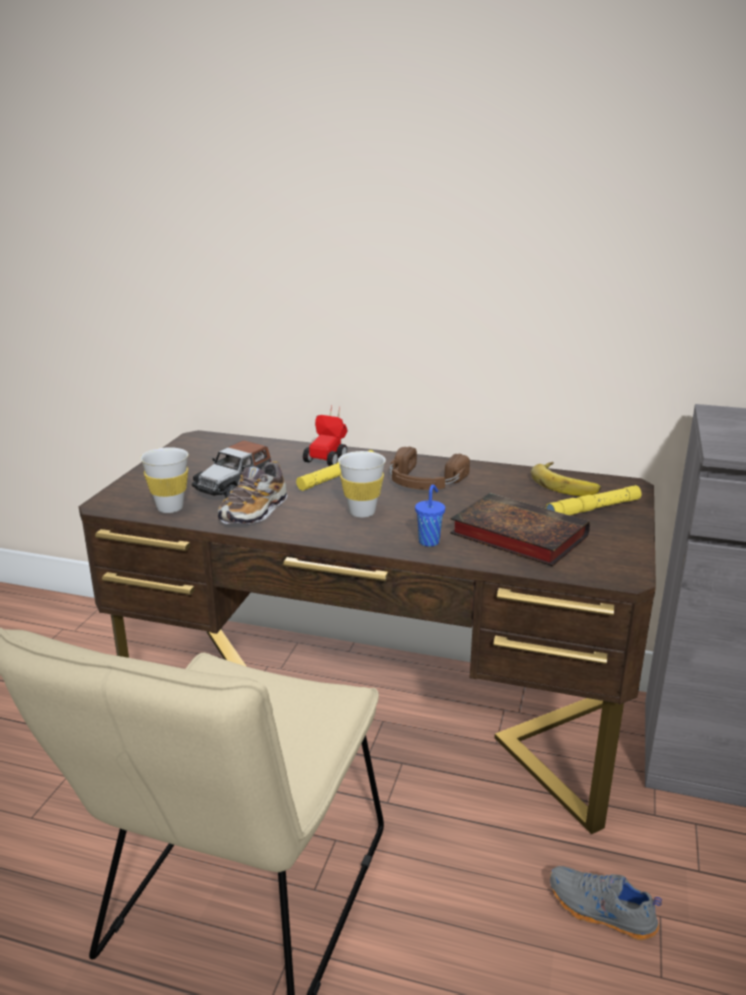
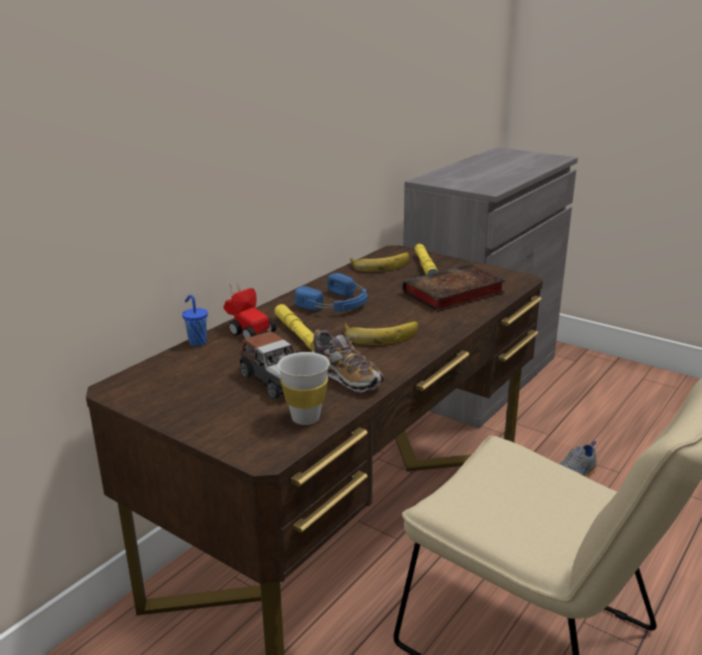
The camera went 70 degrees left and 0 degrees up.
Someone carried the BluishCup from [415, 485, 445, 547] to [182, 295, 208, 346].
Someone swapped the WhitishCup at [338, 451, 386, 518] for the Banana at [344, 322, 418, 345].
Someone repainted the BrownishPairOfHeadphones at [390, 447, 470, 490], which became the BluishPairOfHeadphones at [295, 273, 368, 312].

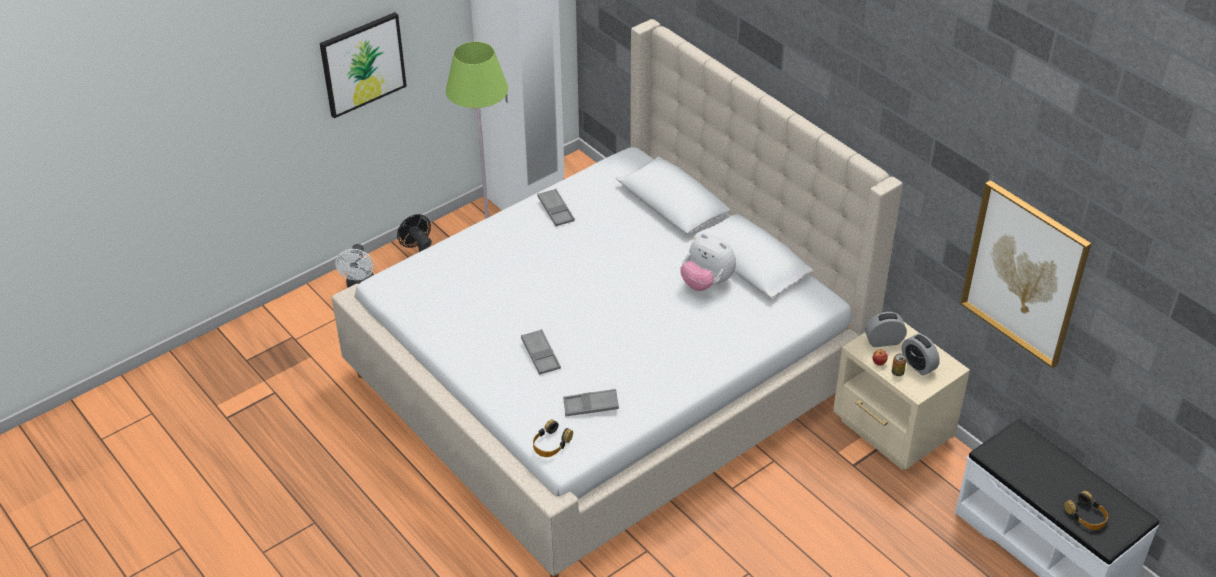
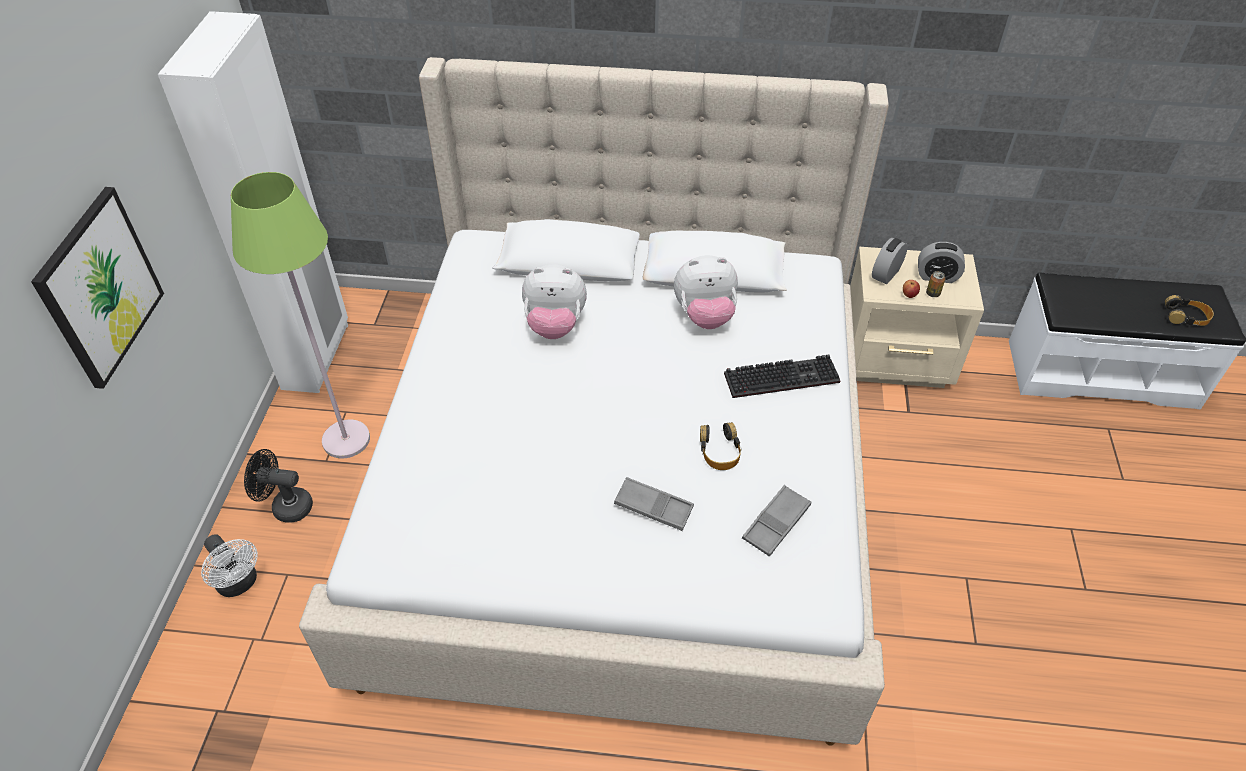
The camera went 45 degrees left and 5 degrees up.
Someone took away the GreyishCarryingTray at [537, 189, 575, 226].
Someone took away the Picture at [960, 180, 1091, 368].
Someone put down the CuddlyToy at [522, 265, 587, 339].
Someone put down the PcKeyboard at [724, 354, 840, 398].
Someone carried the PairOfHeadphones from [533, 419, 573, 457] to [700, 422, 741, 470].

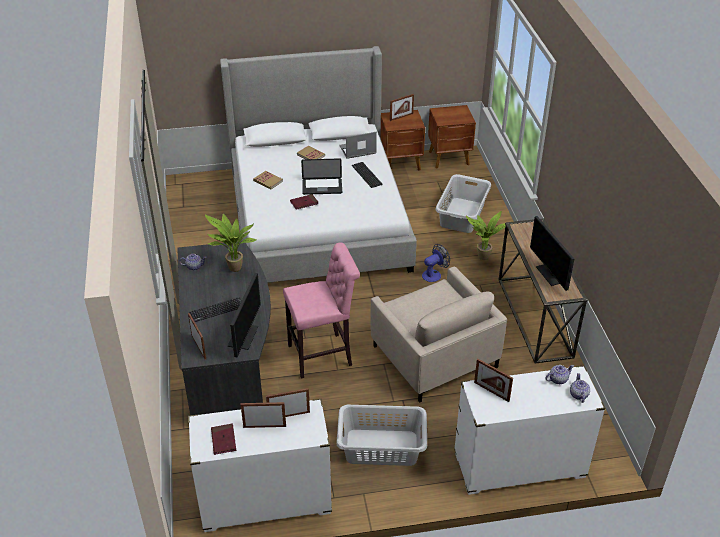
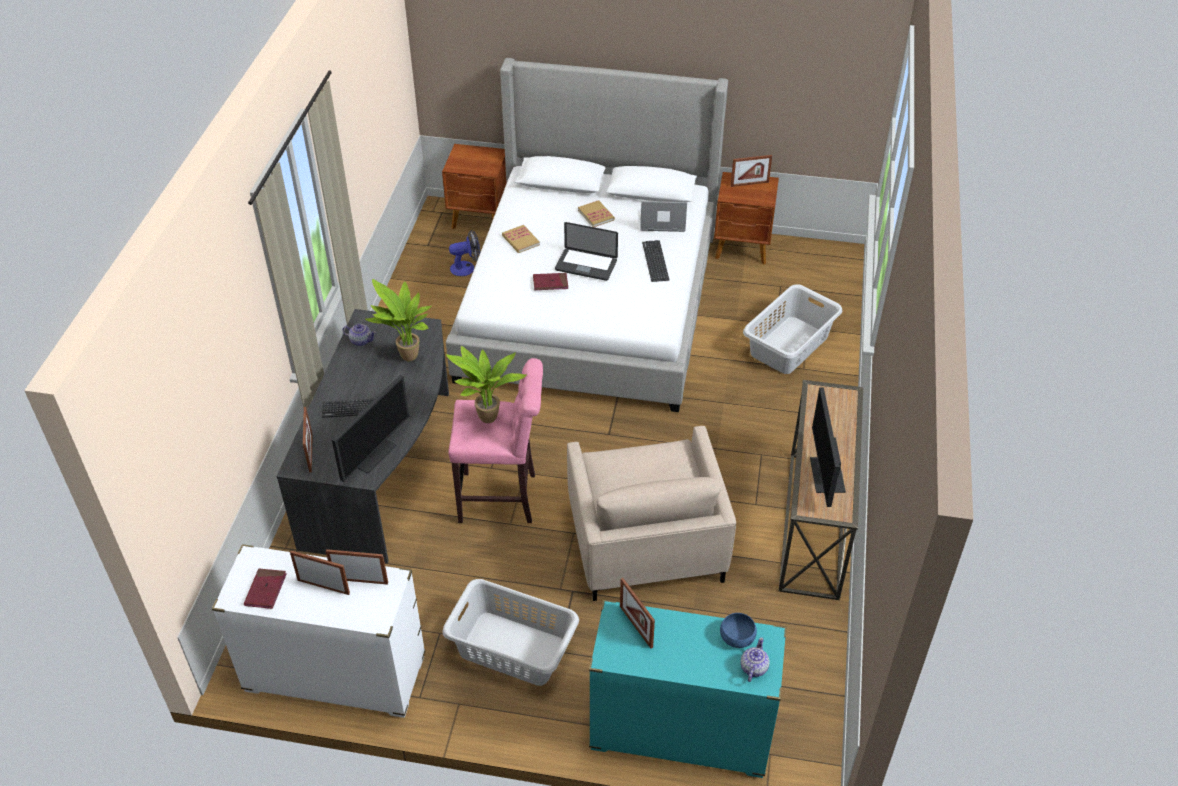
The camera went 20 degrees right and 5 degrees up.
Someone carried the ElectricFan from [422, 244, 450, 282] to [449, 230, 480, 276].
Someone carried the BrownishNightstand from [428, 105, 476, 168] to [442, 144, 507, 229].
Someone carried the PlantInAPot from [466, 211, 506, 260] to [446, 346, 527, 423].
Someone swapped the Teapot at [546, 365, 574, 384] for the BluishDeepDish at [720, 613, 757, 648].
Someone repainted the WhitishDresser at [454, 365, 605, 495], which became the TurquoiseDresser at [589, 599, 787, 778].

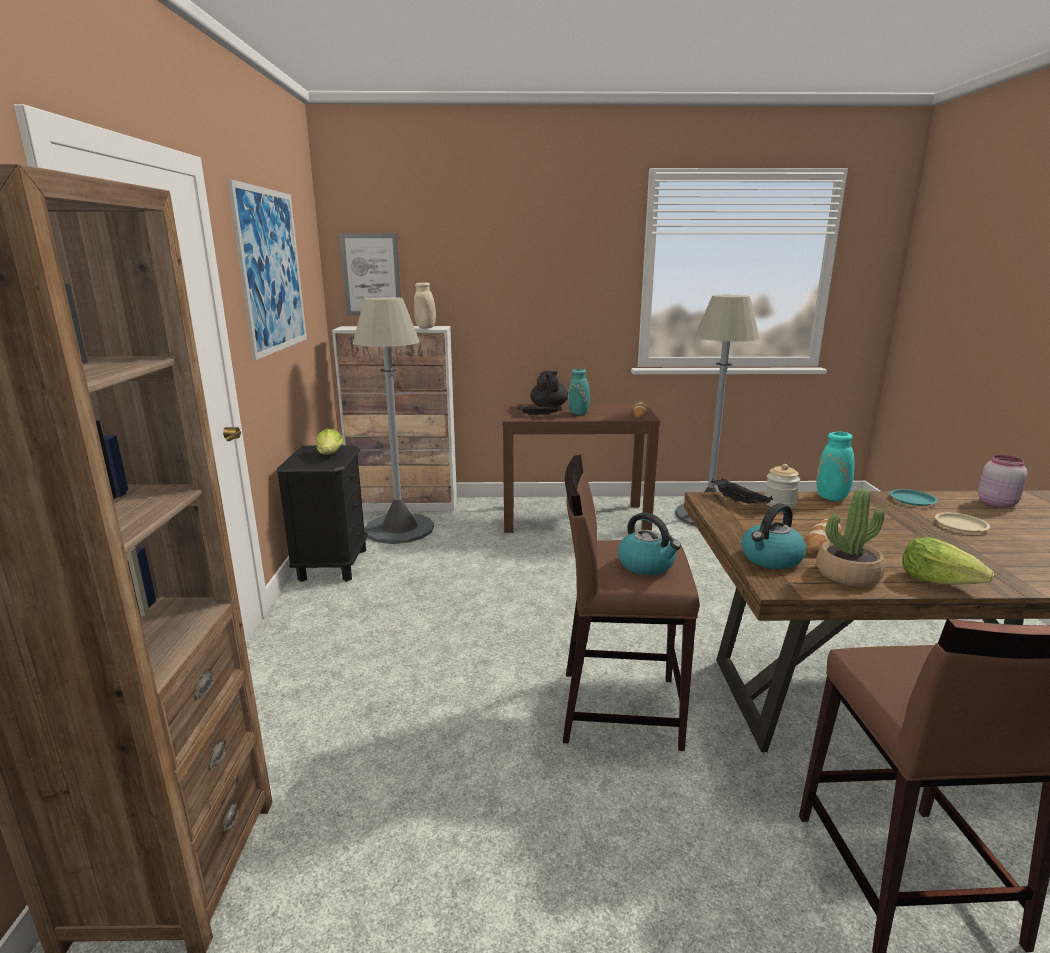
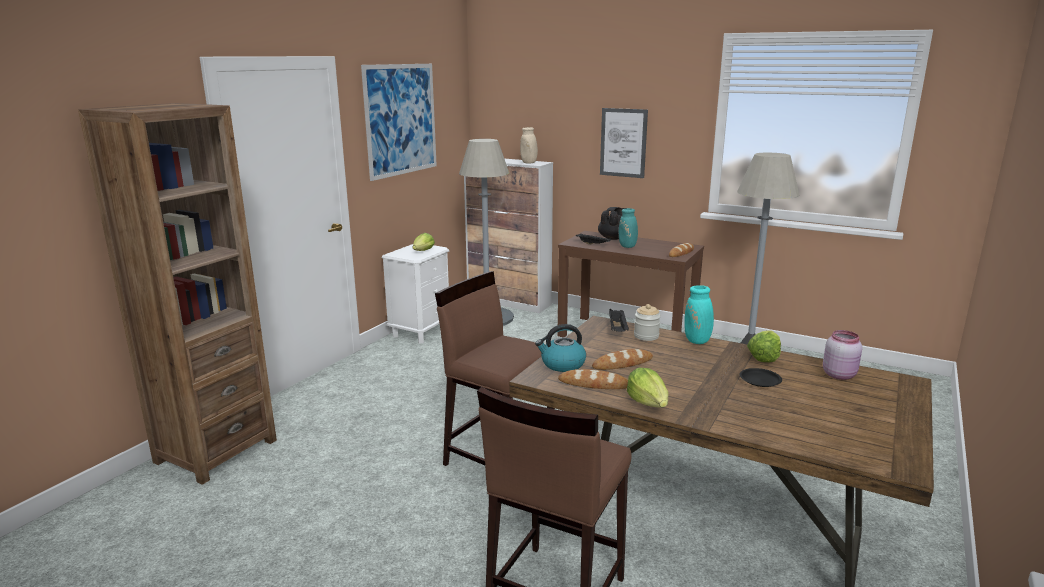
The camera went 30 degrees right and 0 degrees up.
Someone took away the TeaKettle at [618, 512, 681, 575].
Someone carried the Picture from [340, 234, 401, 316] to [600, 108, 648, 178].
Someone swapped the PlantInAPot at [816, 489, 885, 587] for the BakeryBread at [558, 369, 628, 389].
Someone swapped the TurquoisePlate at [889, 489, 938, 506] for the LettuceHead at [747, 330, 781, 362].
Someone repainted the BlackishNightstand at [277, 445, 368, 582], which became the WhitishNightstand at [382, 244, 449, 344].
Someone repainted the BeigePlate at [935, 513, 990, 532], which became the BlackishPlate at [740, 368, 782, 387].

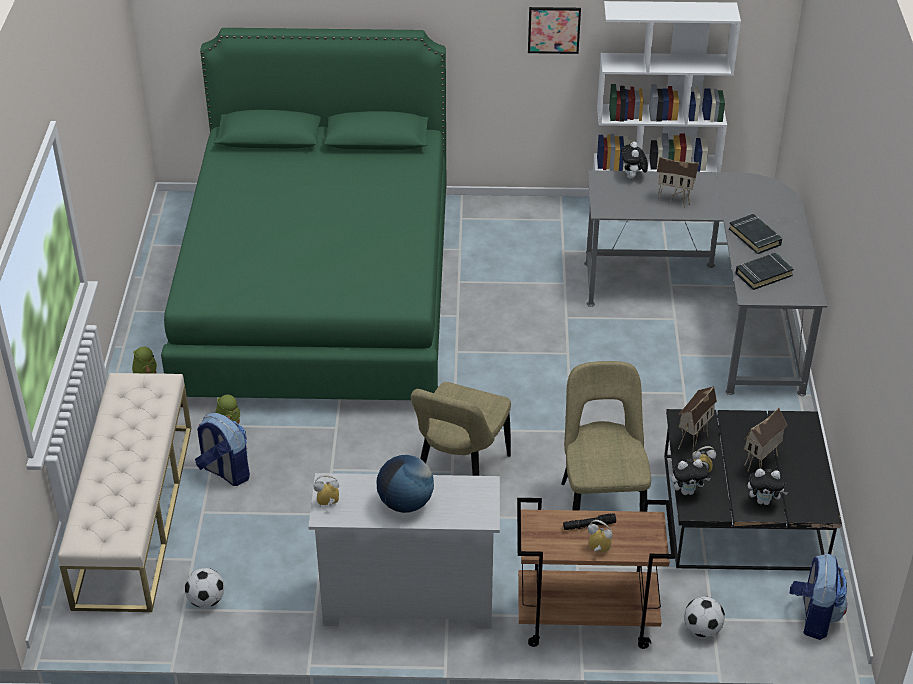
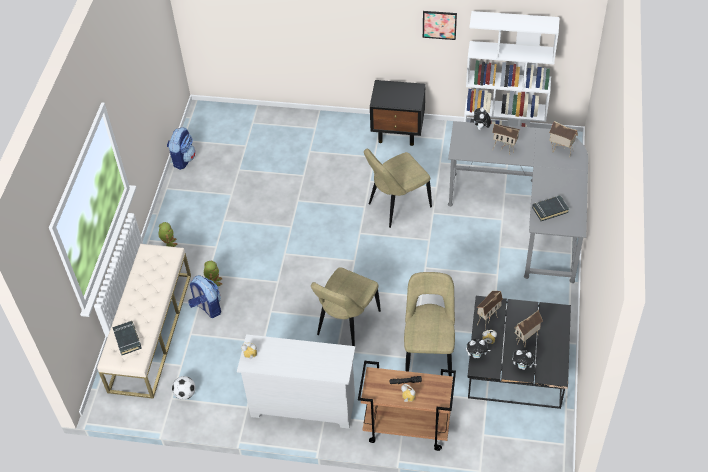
The camera went 10 degrees right and 10 degrees up.
Someone took away the GreenSleepingBed at [161, 28, 446, 407].
Someone took away the Globe at [377, 455, 434, 513].
Someone took away the Football at [684, 596, 725, 637].
Someone put down the BeigeUprightChair at [364, 149, 432, 228].
Someone put down the BlackishNightstand at [370, 80, 426, 146].
Someone put down the ModelHouse at [549, 121, 578, 154].
Someone carried the BlackishVolume from [729, 214, 782, 254] to [112, 321, 142, 355].
Someone carried the Backpack from [789, 553, 847, 640] to [167, 127, 196, 170].

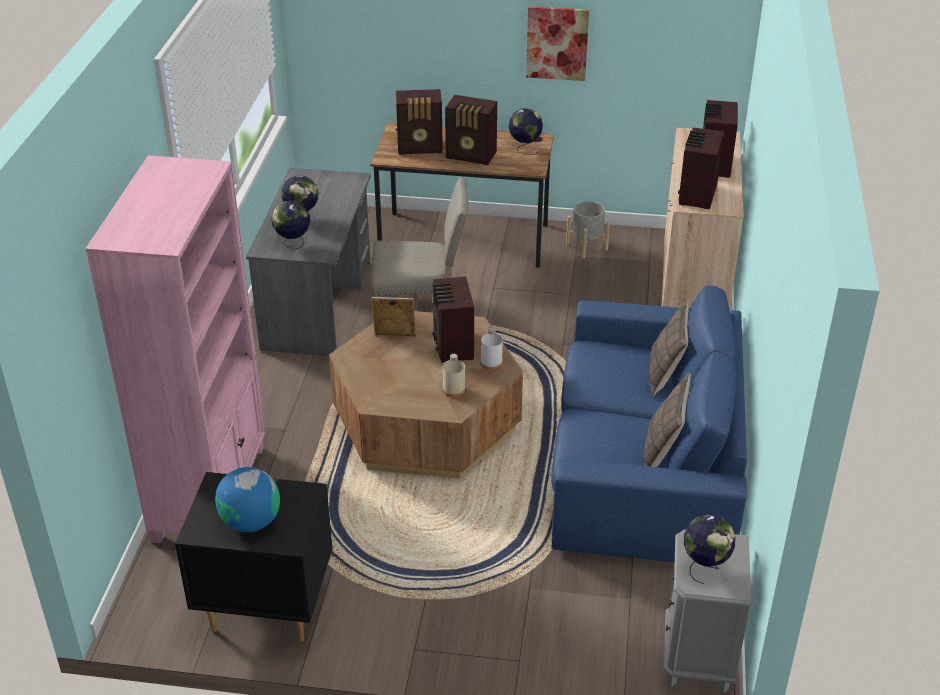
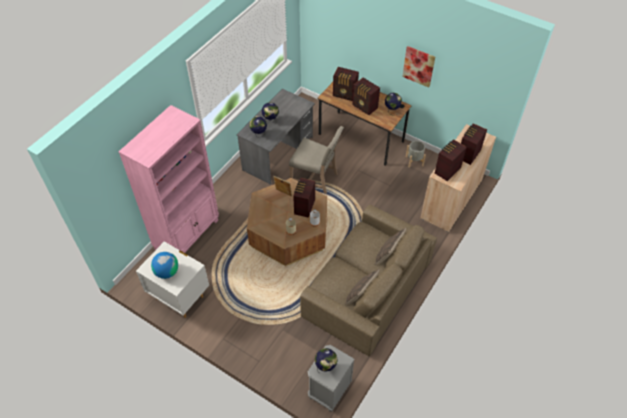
The camera went 25 degrees right and 15 degrees up.
Someone repainted the BlackishNightstand at [175, 472, 332, 642], which became the WhitishNightstand at [136, 241, 209, 318].
Someone repainted the BluishSofa at [551, 285, 747, 562], which became the BrownishSofa at [300, 204, 437, 357].

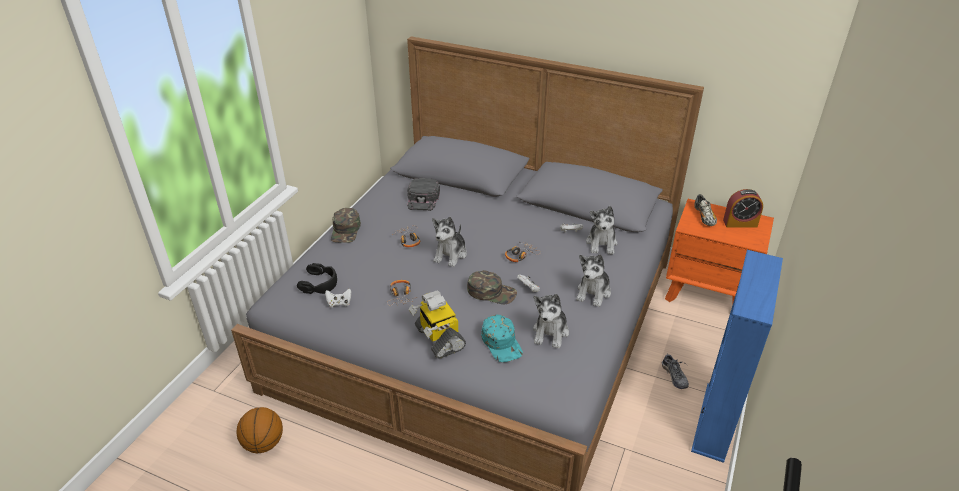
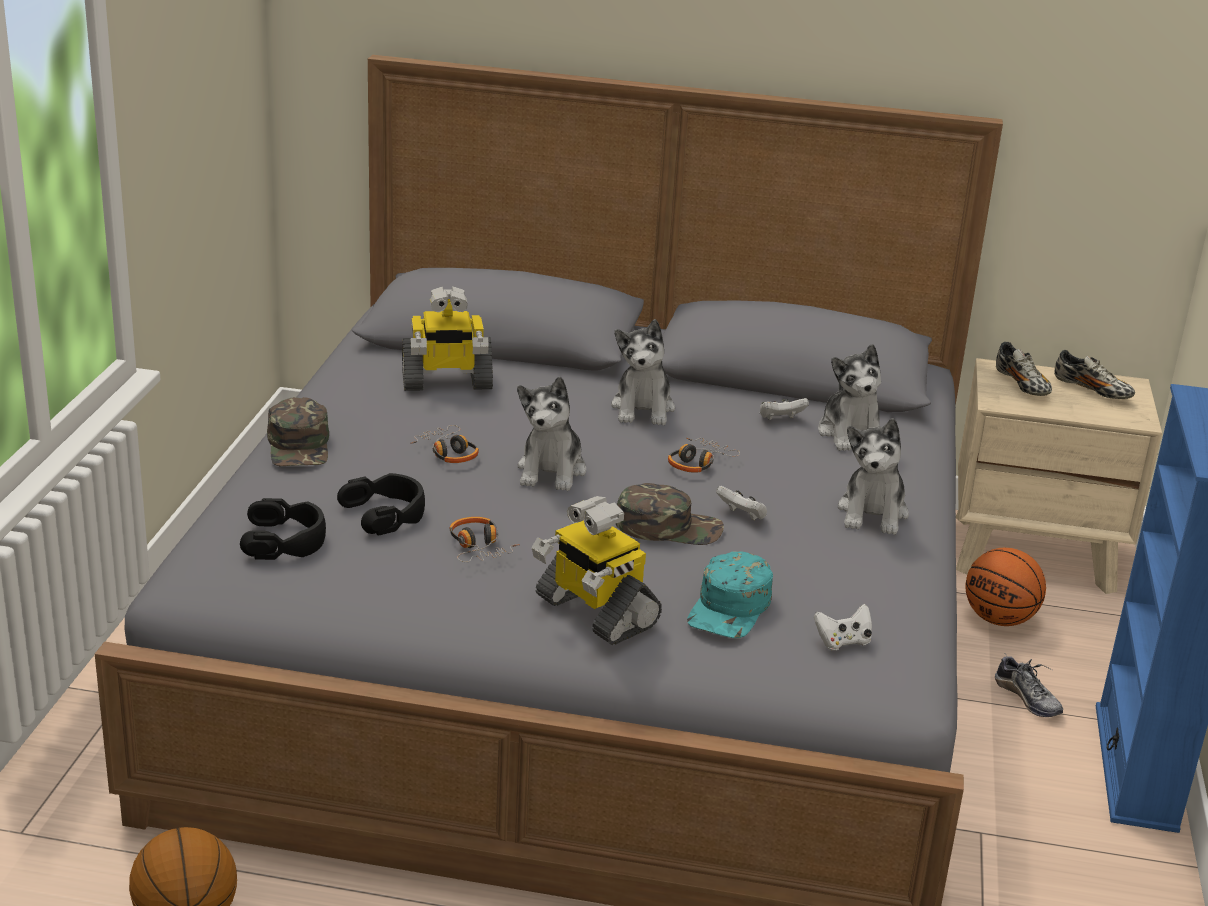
The camera went 15 degrees left and 10 degrees down.
Someone put down the BlackishPairOfHeadphones at [337, 473, 425, 535].
Someone put down the BasketballBall at [966, 548, 1046, 626].
Someone carried the WhitishGamepad from [325, 288, 351, 307] to [814, 604, 872, 651].
Someone carried the CuddlyToy from [533, 294, 569, 349] to [611, 319, 675, 426].
Someone swapped the BlackishBaseballCap at [407, 178, 440, 211] for the ModelRobot at [402, 286, 493, 391].
Someone swapped the TableClock at [723, 189, 763, 228] for the Shoe at [1054, 350, 1135, 399].
Someone repainted the OrangeyNightstand at [665, 199, 774, 302], which became the BeigeNightstand at [956, 358, 1162, 594].
Someone rotated the TurquoiseBaseballCap at [481, 315, 523, 362] by 60 degrees clockwise.

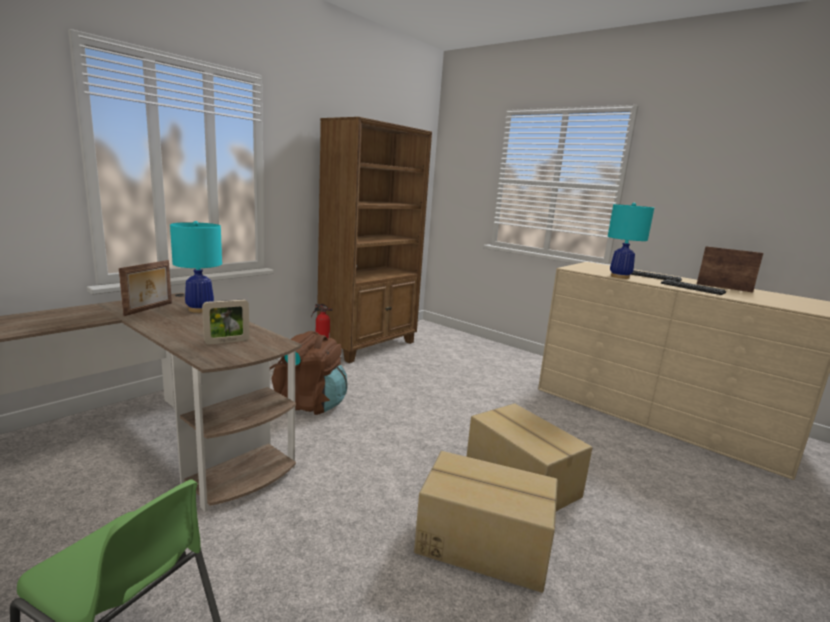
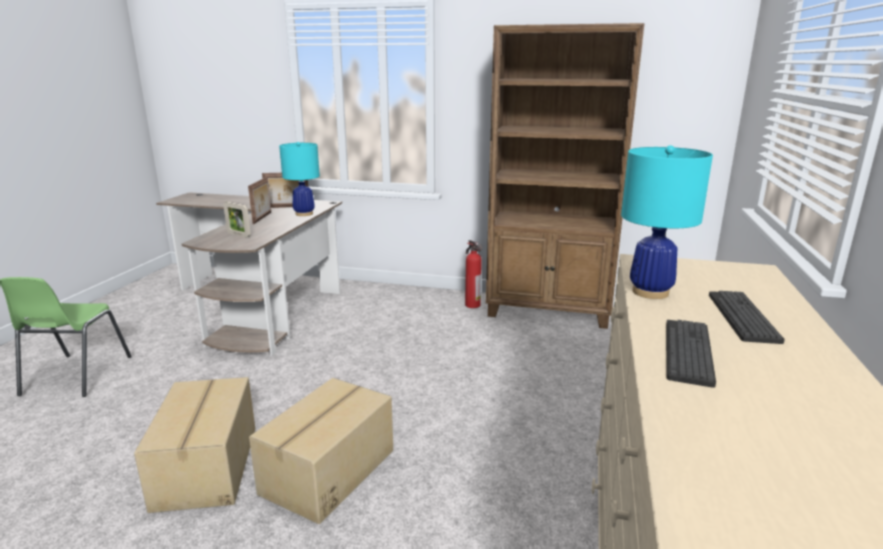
The camera went 65 degrees right and 5 degrees up.
Someone took away the BrownishBackpack at [270, 331, 348, 415].
Someone carried the PictureFrame from [697, 246, 764, 292] to [248, 177, 271, 224].

